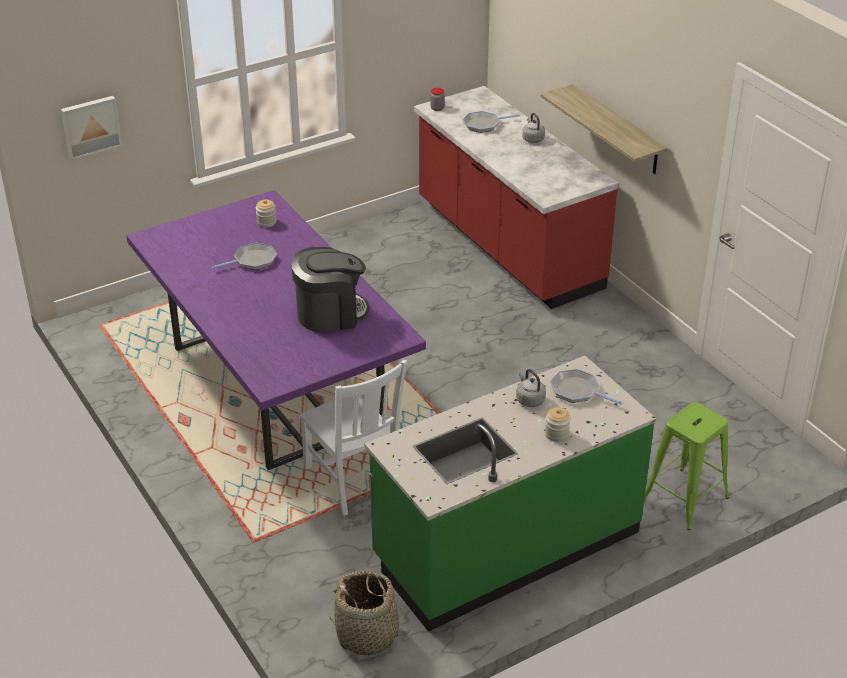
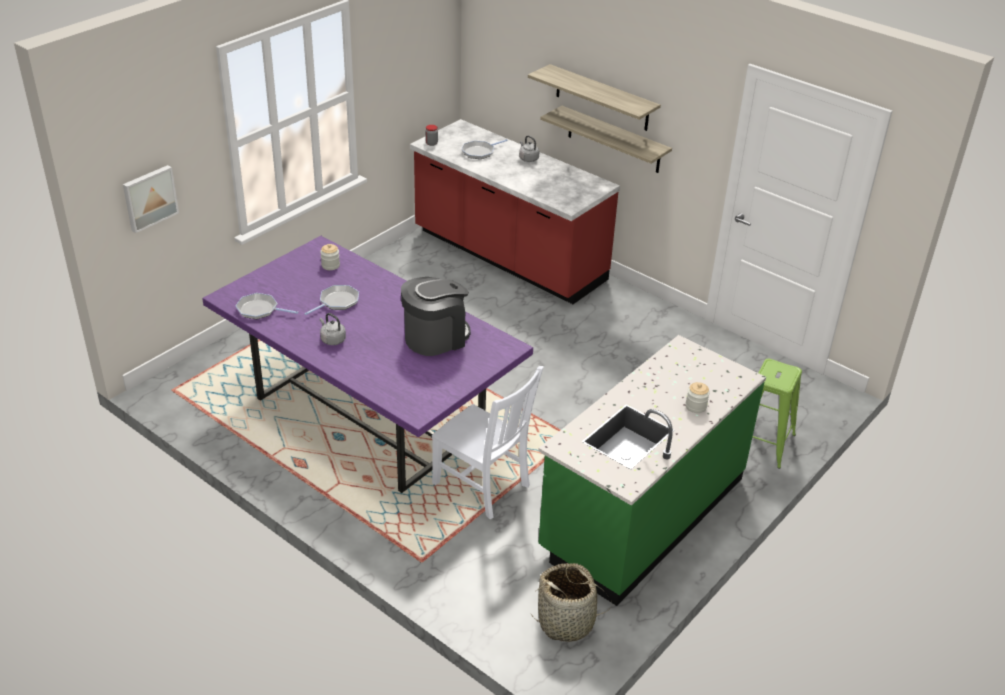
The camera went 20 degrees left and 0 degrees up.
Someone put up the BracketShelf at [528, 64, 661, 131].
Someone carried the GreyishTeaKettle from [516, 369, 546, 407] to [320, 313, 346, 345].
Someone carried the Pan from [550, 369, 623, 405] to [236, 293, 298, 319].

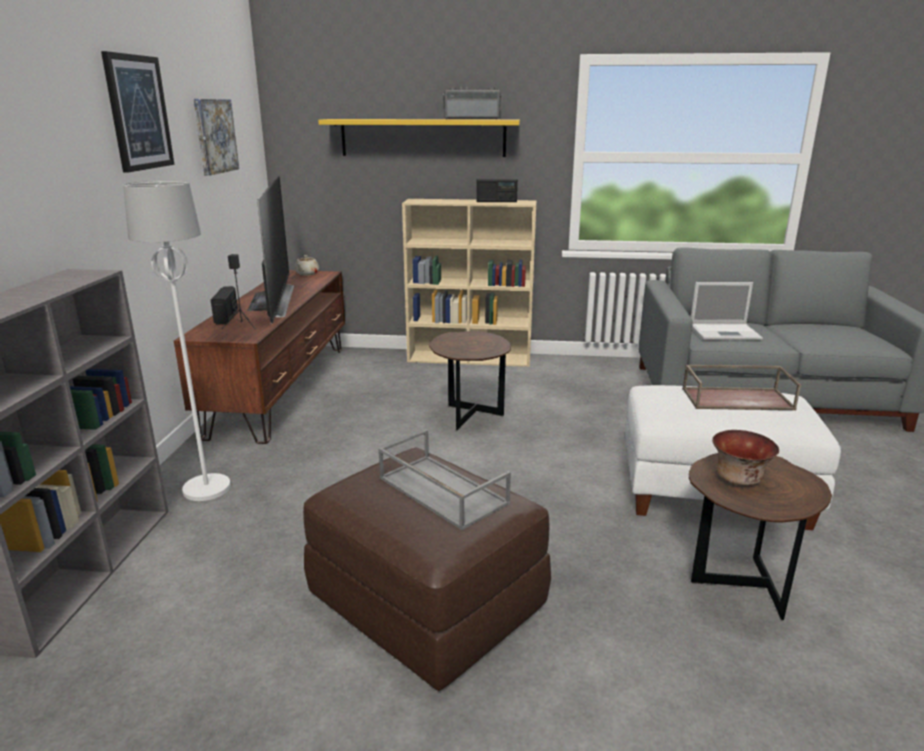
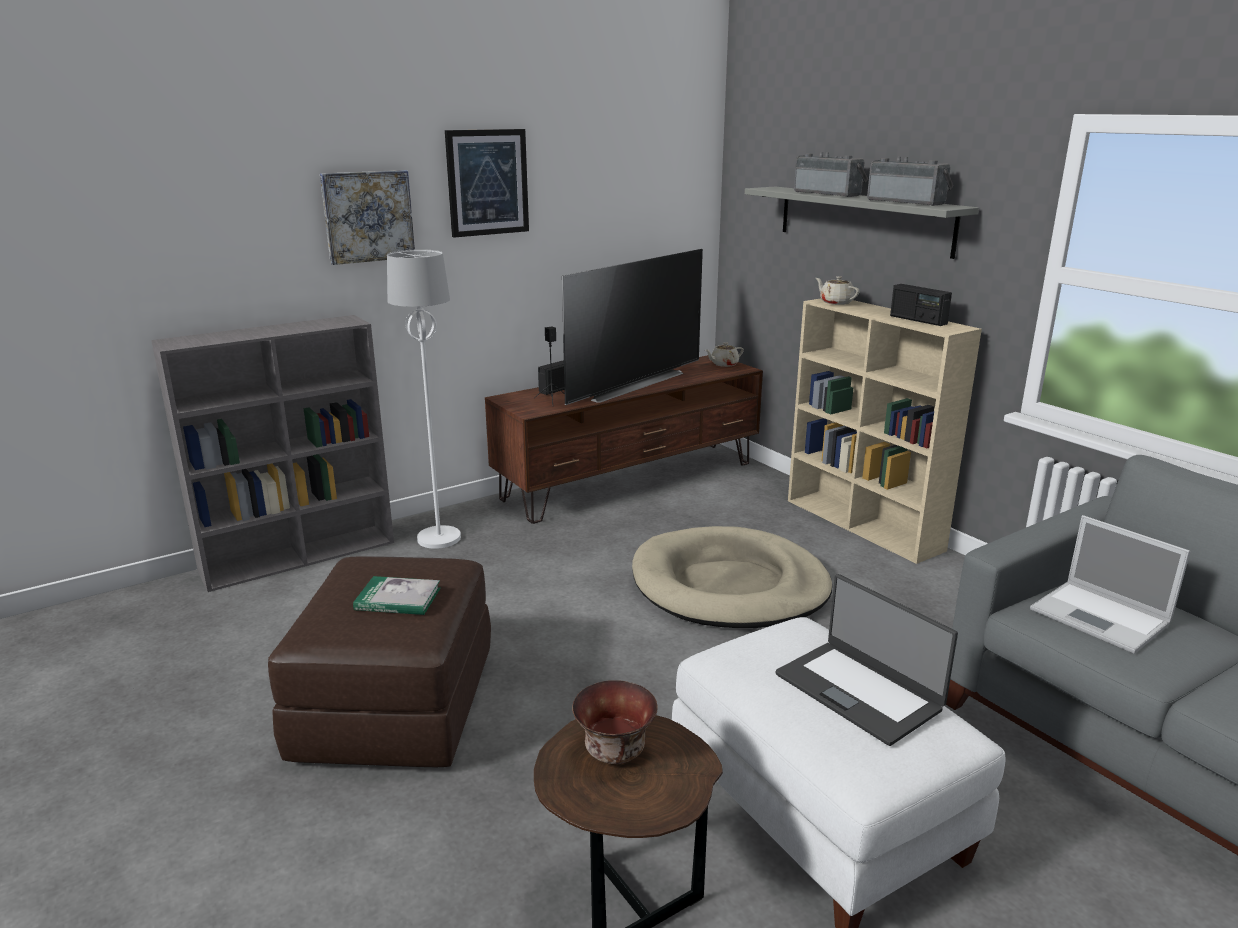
The camera went 50 degrees right and 0 degrees up.
Someone put down the Radio at [794, 152, 868, 197].
Someone put down the BeigeTeapot at [816, 276, 860, 305].
Someone carried the Picture from [194, 99, 239, 176] to [320, 170, 415, 265].
Someone swapped the GreyishCarryingTray at [378, 429, 511, 530] for the Volume at [353, 576, 440, 615].
Someone swapped the BrownishAccentTable at [429, 331, 511, 431] for the BeigePetBed at [632, 526, 832, 628].
Someone swapped the BrownishCarryingTray at [682, 365, 801, 410] for the NotebookComputer at [776, 574, 958, 746].
Someone repainted the YellowColouredBracketShelf at [318, 119, 520, 157], which became the GreyishBracketShelf at [745, 186, 979, 259].

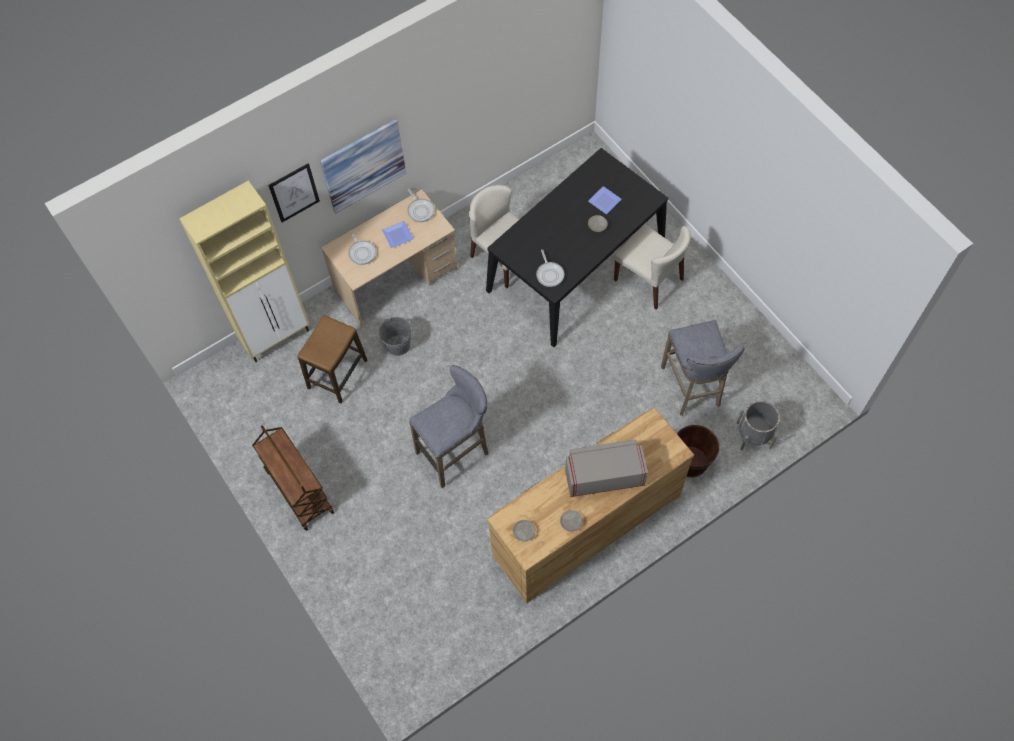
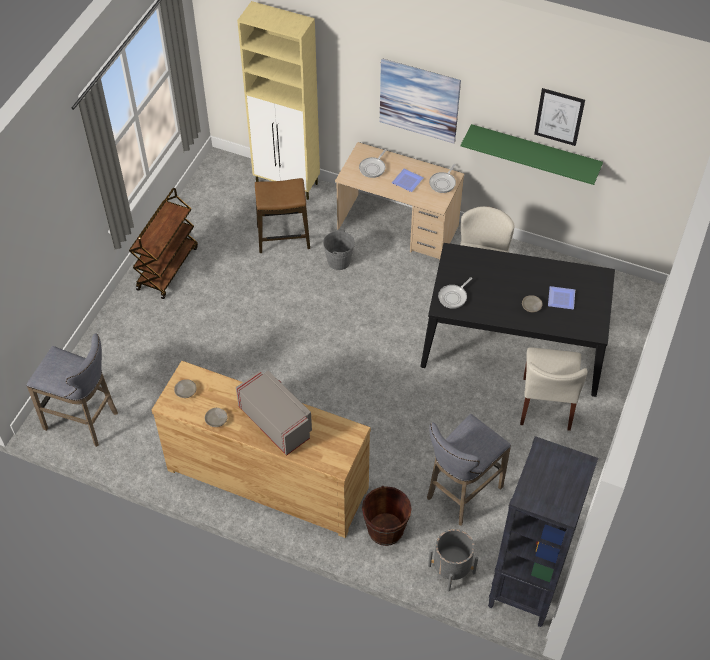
The camera went 55 degrees right and 10 degrees down.
Someone put up the GreenBracketShelf at [461, 124, 603, 185].
Someone put down the BlackishShelvingUnit at [488, 436, 598, 627].
Someone carried the Picture from [268, 163, 320, 222] to [534, 88, 585, 146].
Someone carried the GreyishStool from [409, 365, 489, 488] to [27, 334, 118, 447].

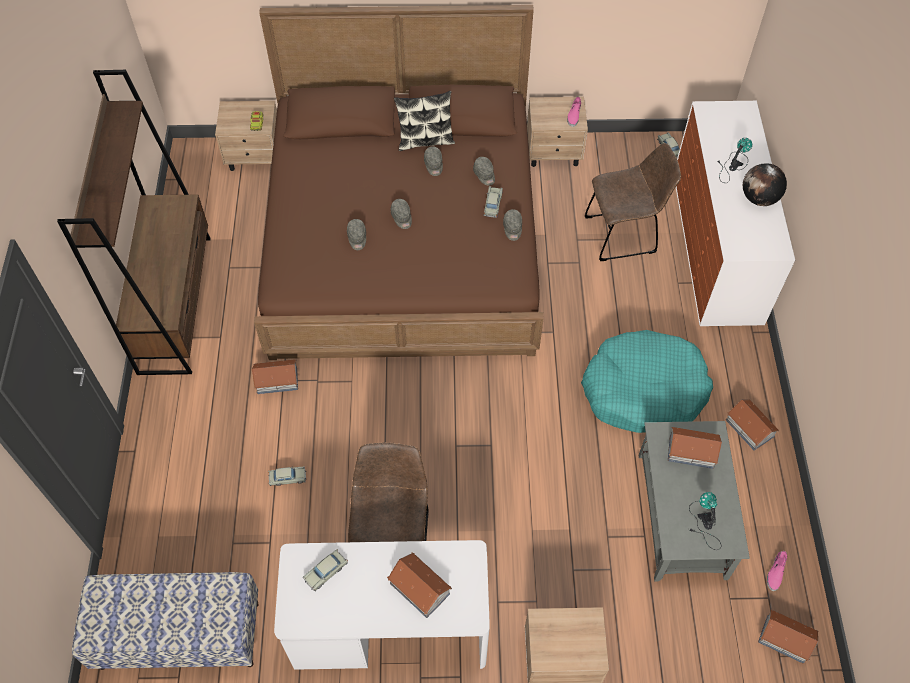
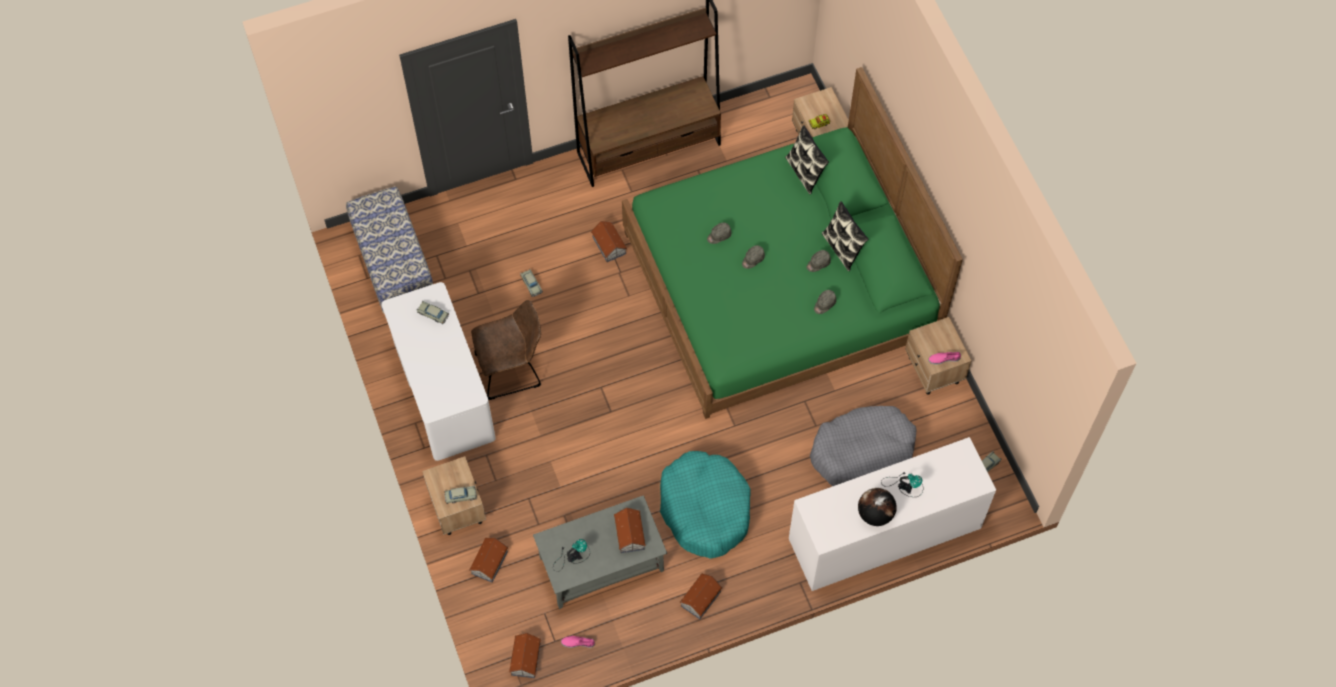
The camera went 70 degrees right and 5 degrees up.
Someone took away the GreyishBaseballCap at [503, 209, 522, 241].
Someone put down the Cushion at [785, 125, 829, 195].
Someone carried the ModelHouse from [387, 553, 452, 618] to [469, 538, 508, 583].
Someone carried the BeigeModelCar from [484, 186, 503, 218] to [444, 486, 477, 504].
Someone swapped the BrownishUprightChair at [585, 143, 681, 261] for the GreyishPetBed at [810, 406, 917, 486].
Someone repainted the BrownishSleepingBed at [254, 5, 544, 360], which became the GreenSleepingBed at [622, 67, 963, 419].

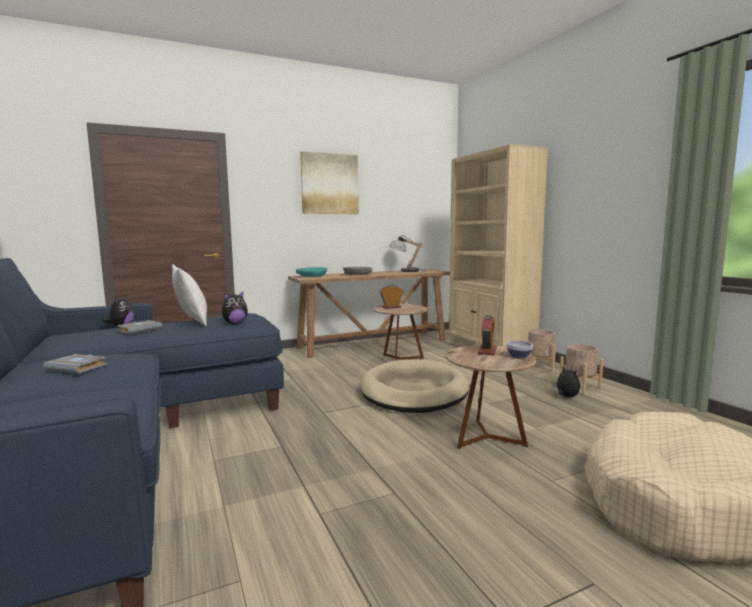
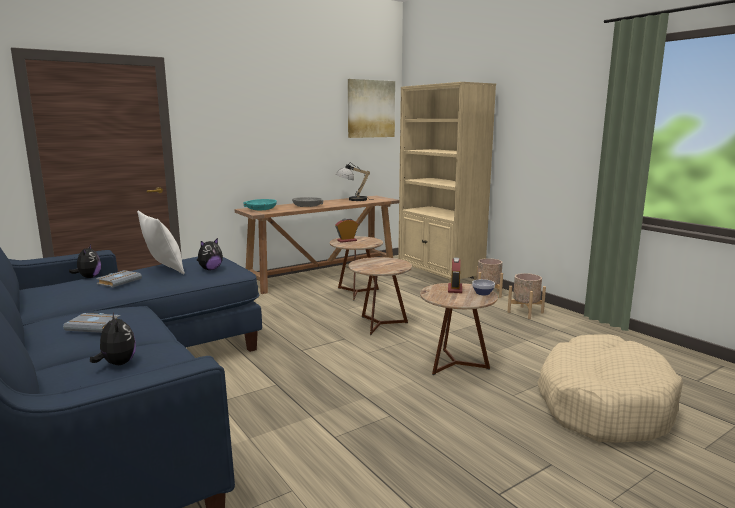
The camera went 10 degrees left and 5 degrees up.
Someone carried the Picture from [300, 151, 359, 214] to [348, 79, 395, 138].
Someone carried the CuddlyToy from [553, 365, 580, 397] to [90, 313, 136, 365].
Someone swapped the BeigePetBed at [360, 360, 469, 413] for the BrownishAccentTable at [348, 257, 412, 335].

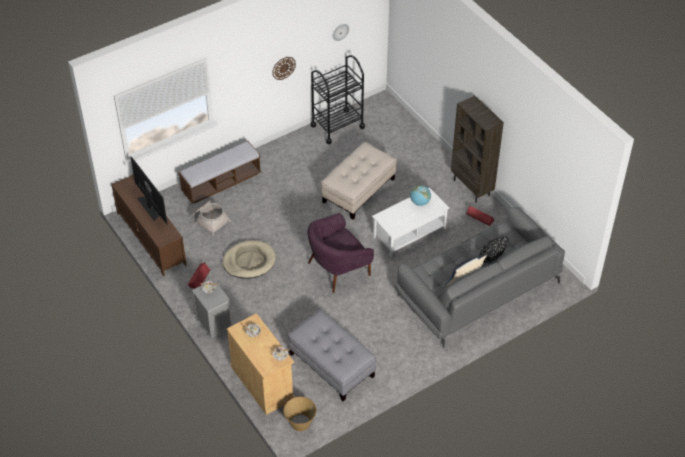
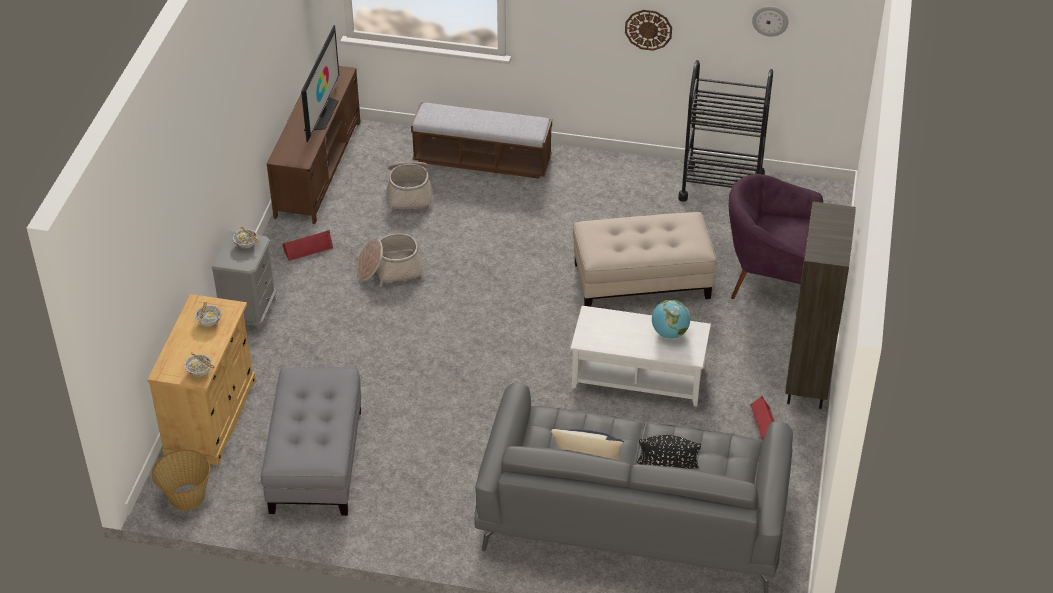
The camera went 45 degrees right and 5 degrees down.
Someone carried the PurpleColouredEasyChair from [307, 213, 374, 293] to [729, 174, 823, 299].
Someone swapped the BeigePetBed at [223, 240, 276, 279] for the HouseholdBasket at [357, 233, 425, 287].

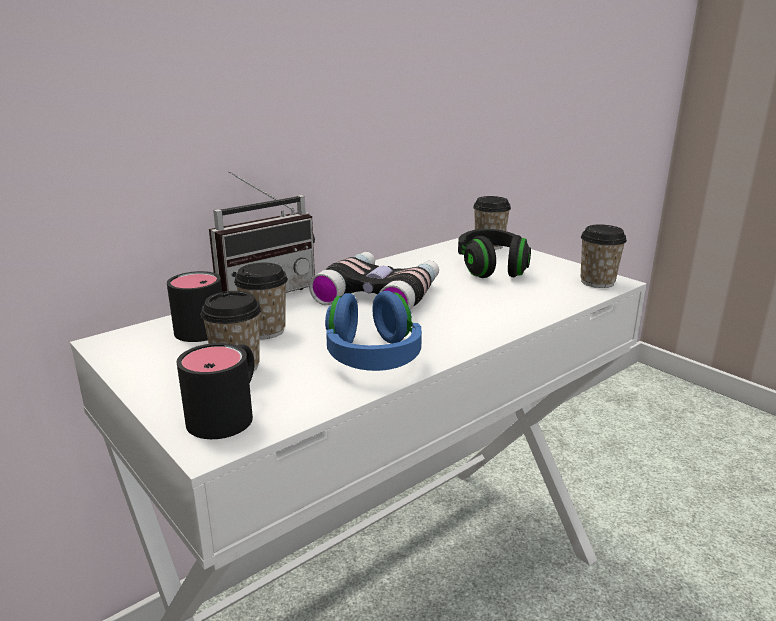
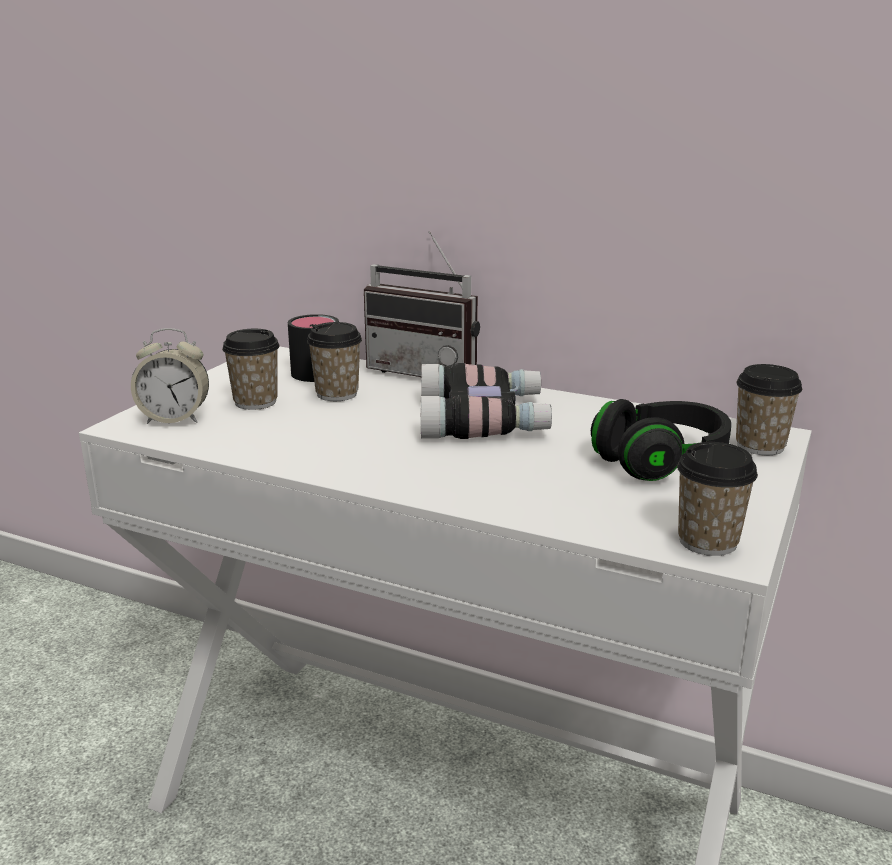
The camera went 65 degrees right and 0 degrees up.
Someone took away the BluishPairOfHeadphones at [325, 291, 422, 371].
Someone swapped the BlackishCoffeeMug at [177, 343, 254, 439] for the TableClock at [131, 328, 209, 424].

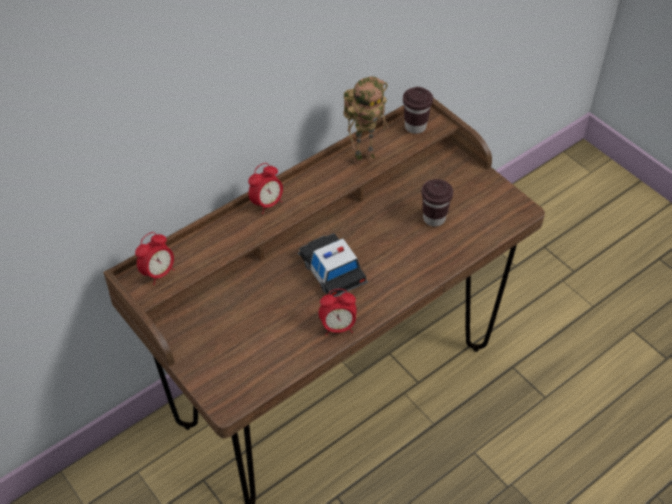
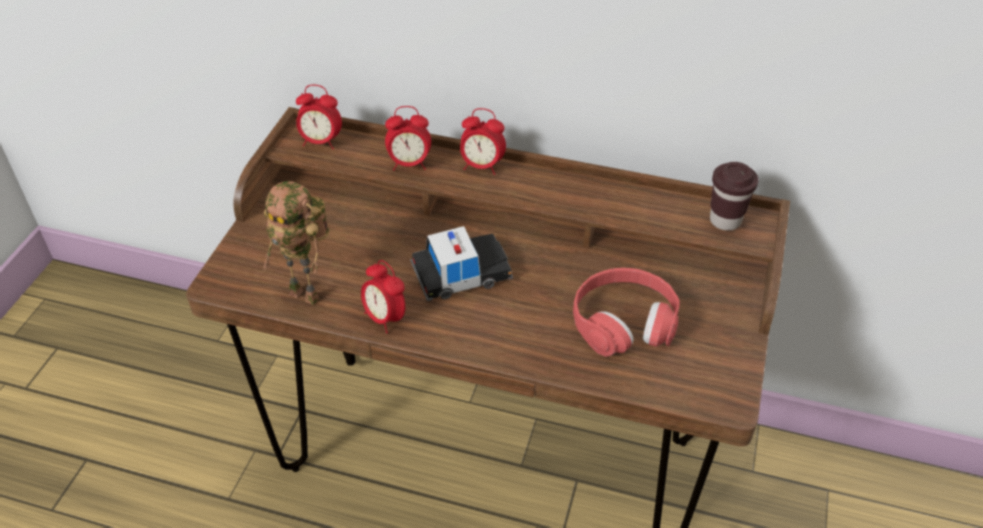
The camera went 55 degrees right and 5 degrees down.
Someone put down the TableClock at [385, 106, 431, 171].
Someone carried the ModelRobot from [344, 76, 388, 165] to [264, 181, 330, 305].
Someone swapped the BrownishCup at [421, 179, 453, 226] for the RedColouredPairOfHeadphones at [573, 268, 680, 357].
Someone rotated the ModelCar at [298, 233, 368, 297] by 45 degrees clockwise.

